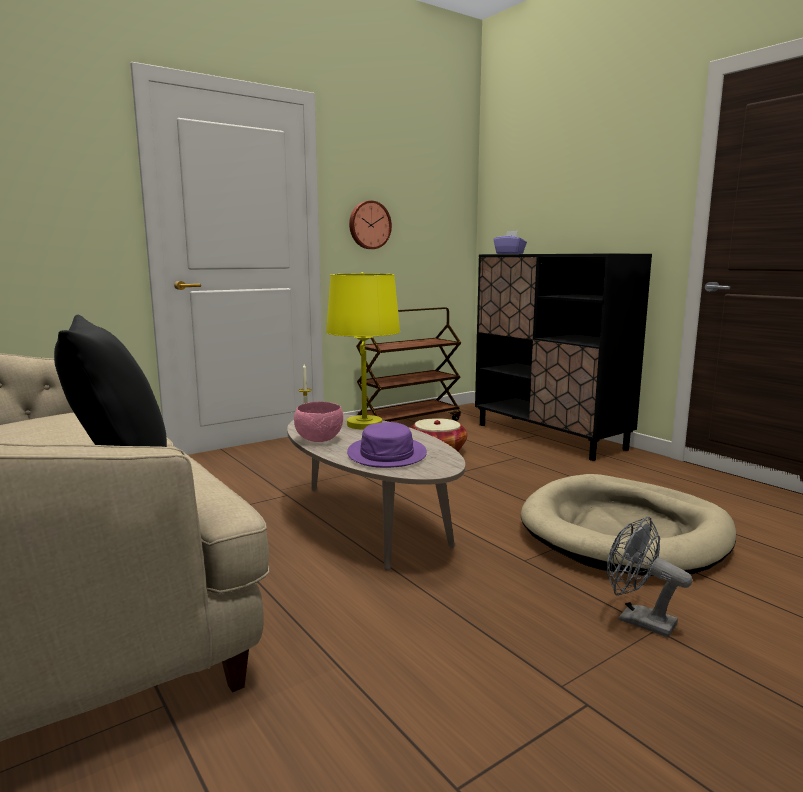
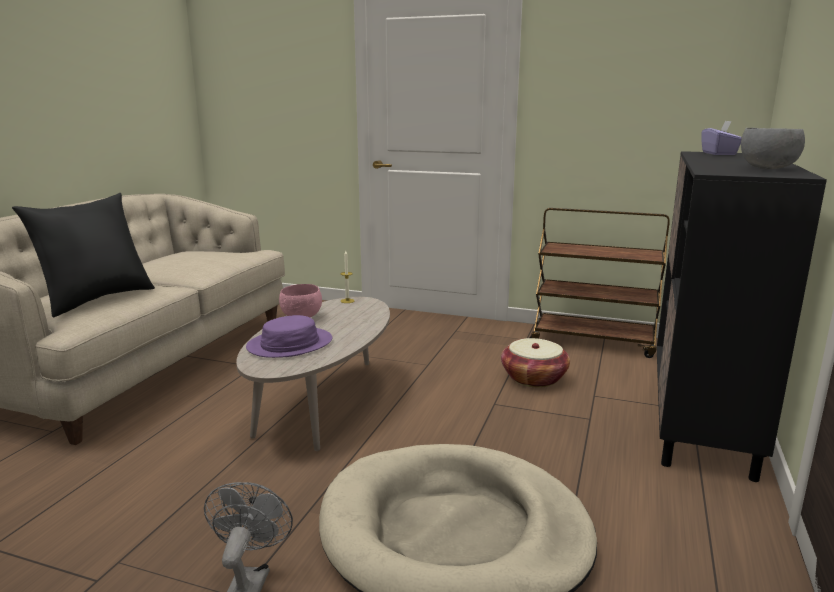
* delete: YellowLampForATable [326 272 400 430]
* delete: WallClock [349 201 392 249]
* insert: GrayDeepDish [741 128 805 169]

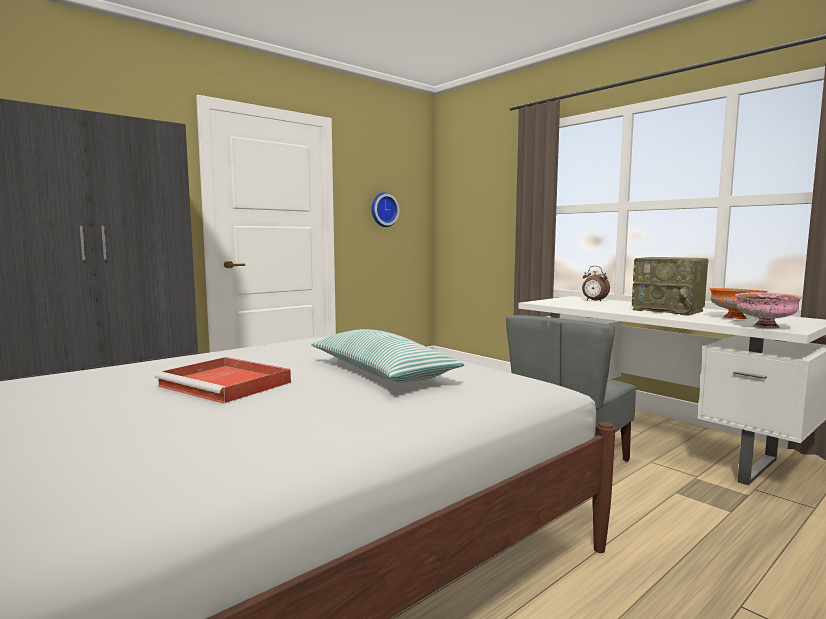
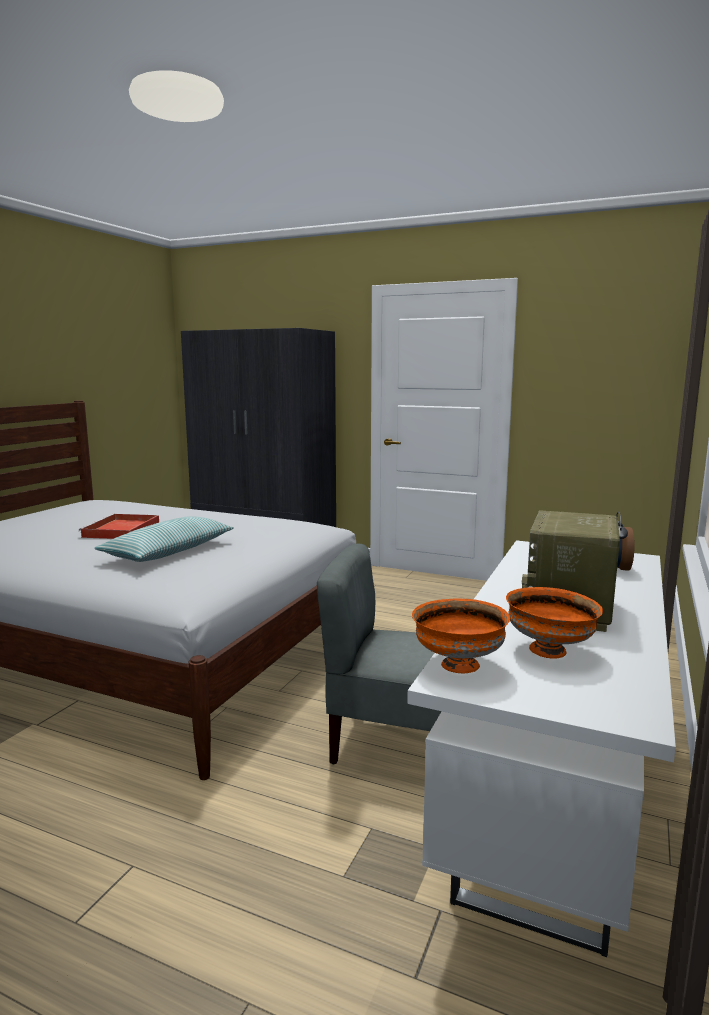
* delete: WallClock [371 192 400 227]
* recolor: PinkDeepDish [735 292 803 328] to OrangeyDeepDish [412 598 510 673]

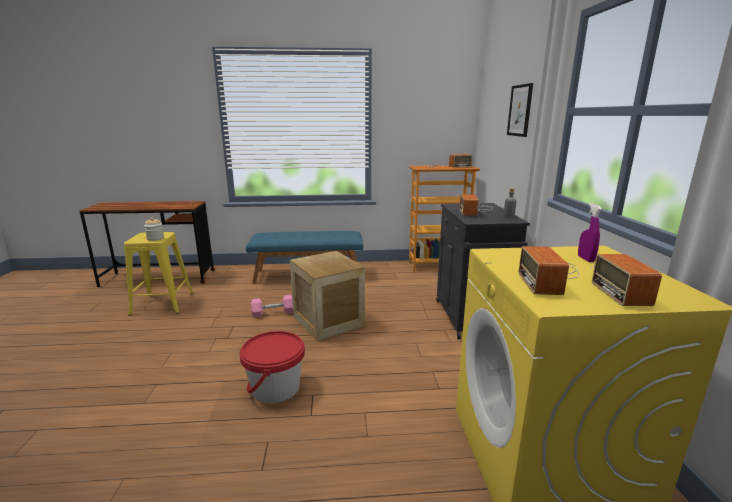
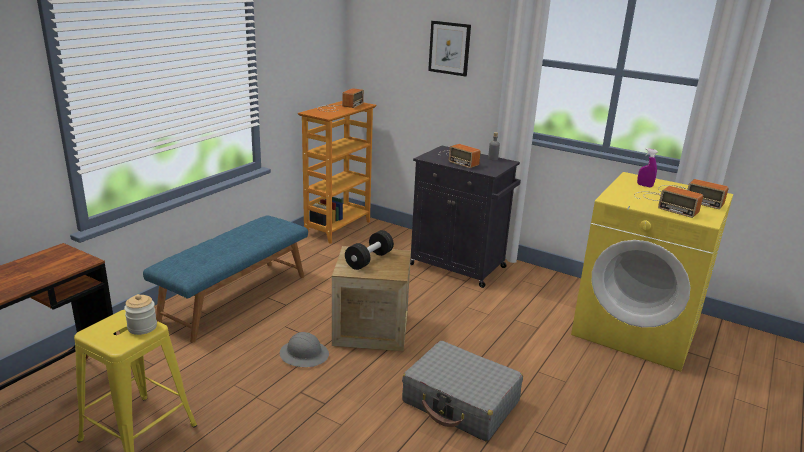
* insert: BlackFreeWeight [345 230 394 270]
* replace: ReddishBucket [240 331 305 403] to GraySuitcase [402 341 523 441]
* replace: PinkFreeWeight [251 295 293 317] to GrayHardHat [280 332 329 367]

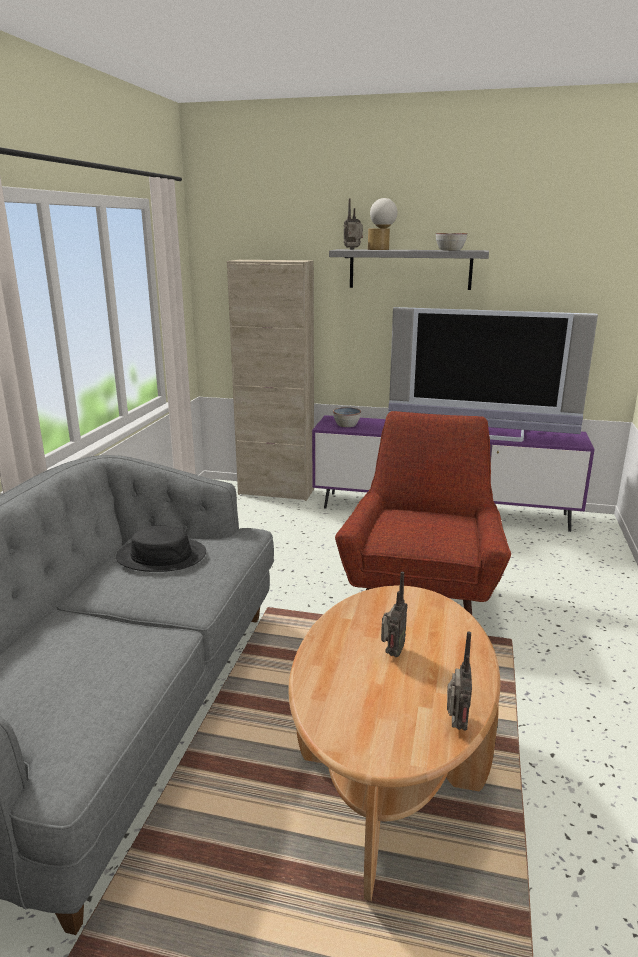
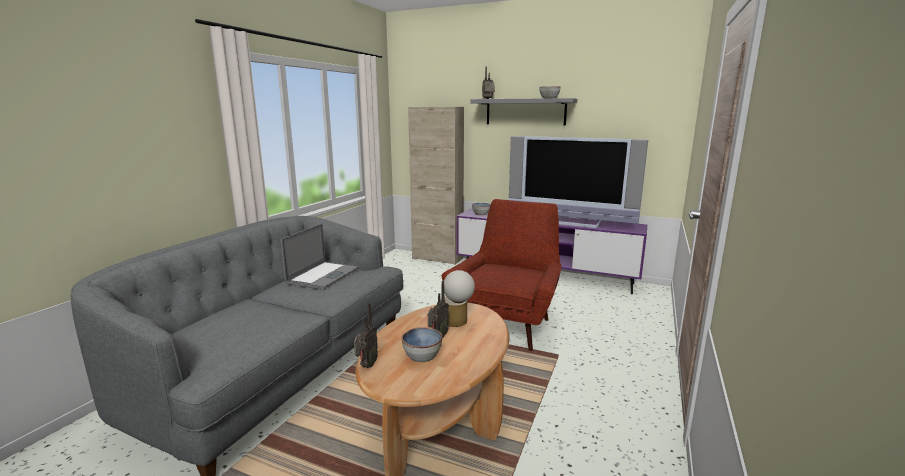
* insert: DeepDish [401 327 443 362]
* move: LampForATable [368 198 397 250] to [444 270 475 327]
* move: Radio [447 631 472 731] to [354 302 378 368]
* replace: BlackClothingHat [116 526 206 572] to Laptop [281 223 360 290]

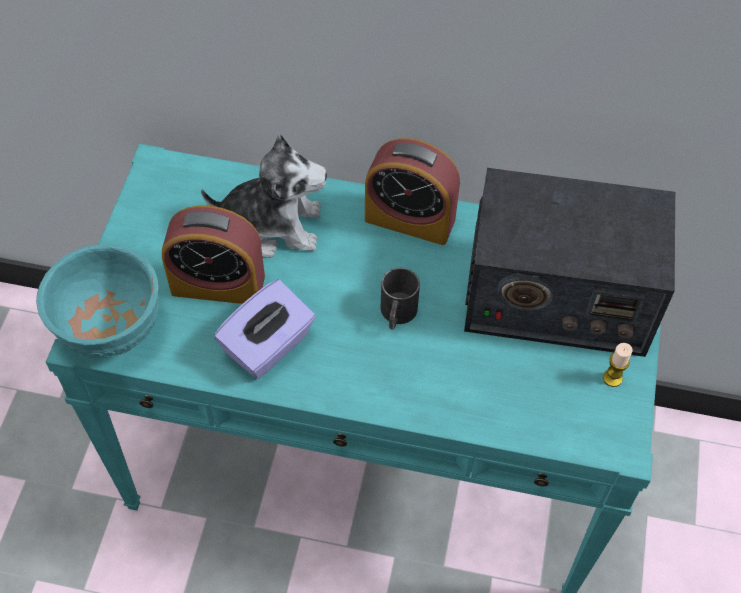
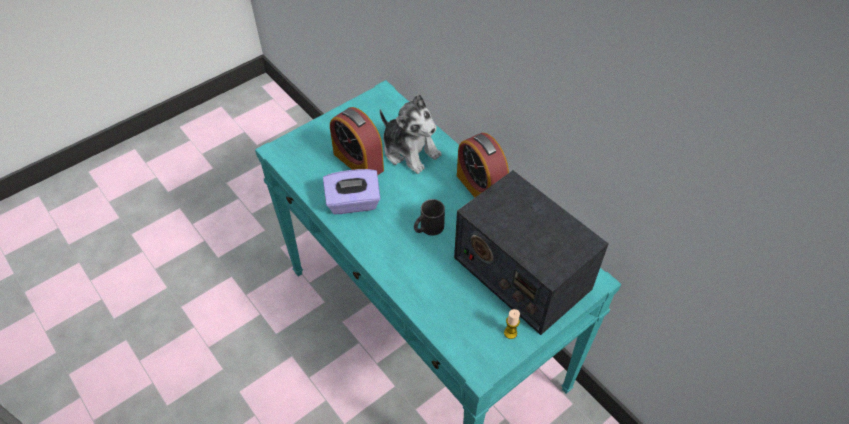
* delete: BlueGreenDeepDish [36 244 159 358]

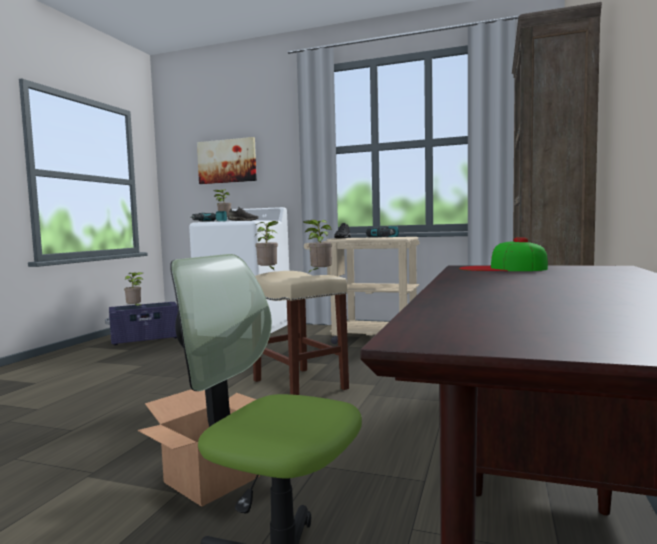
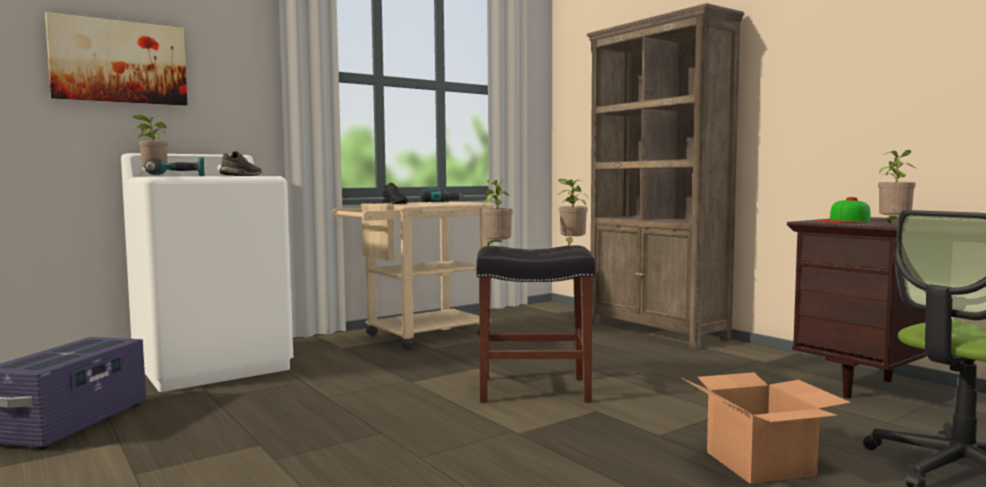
* move: Houseplant [124 272 144 306] to [878 150 916 224]
* recolor: BeigeSittingStool [253 271 349 395] to BlackSittingStool [476 245 595 403]

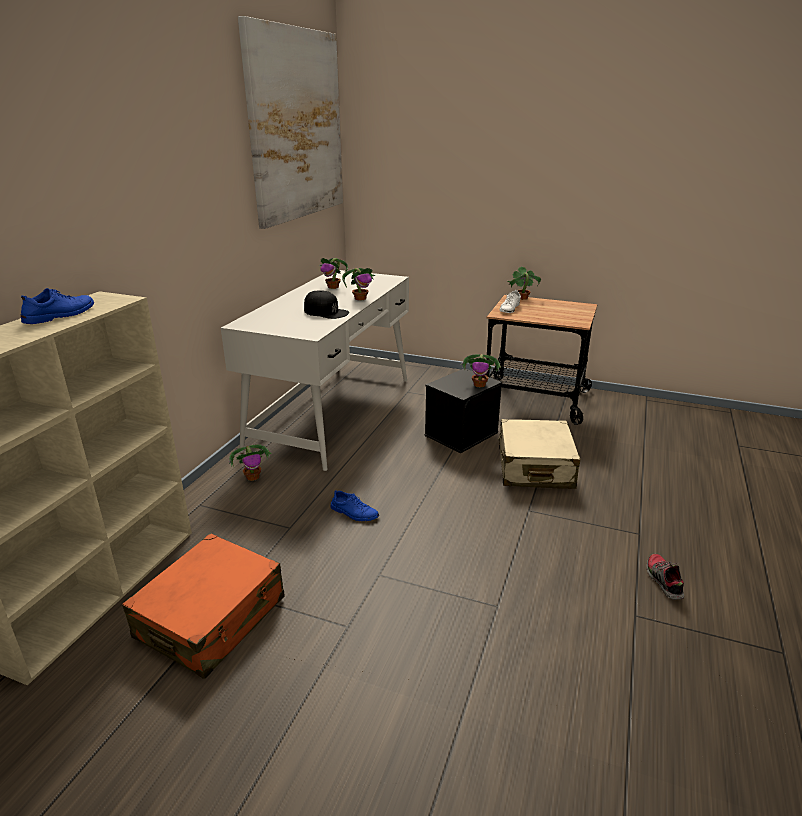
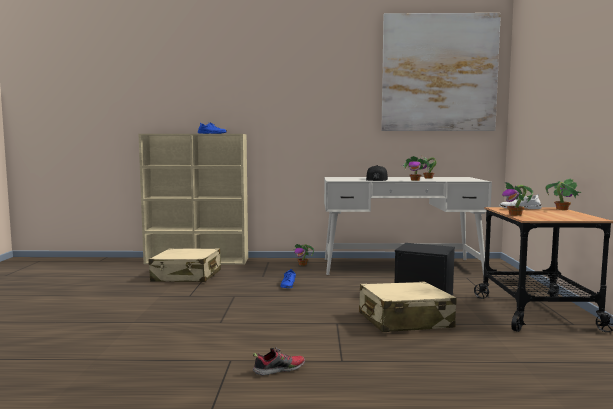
* move: Houseplant [461 354 501 387] to [502 182 533 216]
* recolor: OrangeySuitcase [122 533 285 679] to BeigeSuitcase [148 248 221 282]

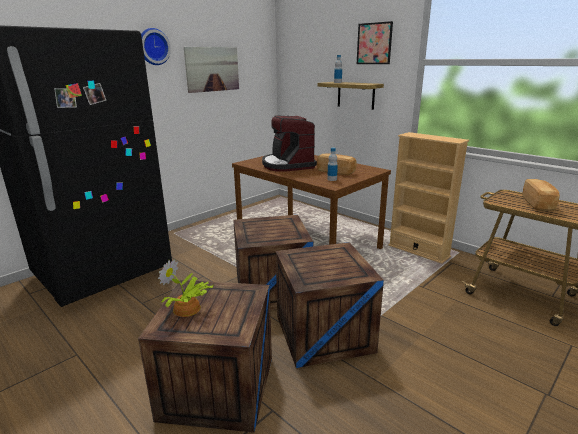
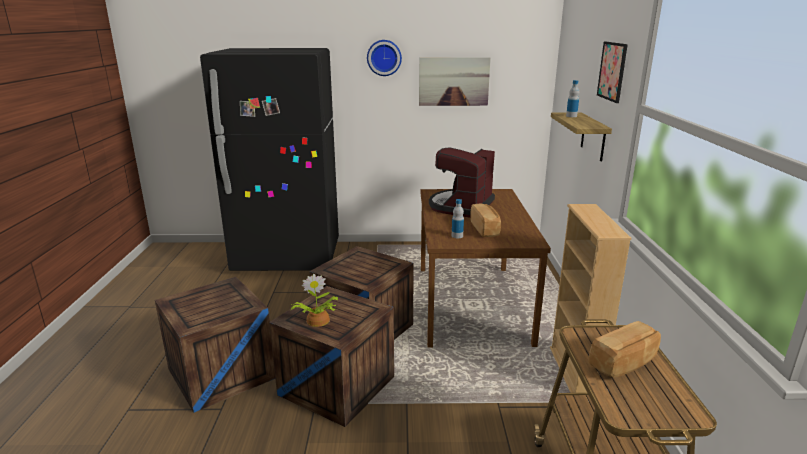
* move: Houseplant [158 260 213 317] to [291 274 338 327]

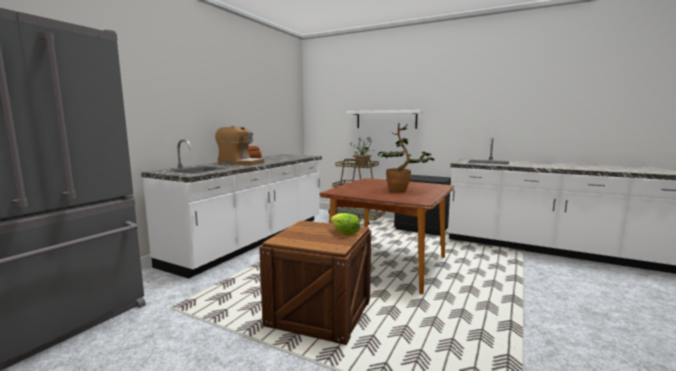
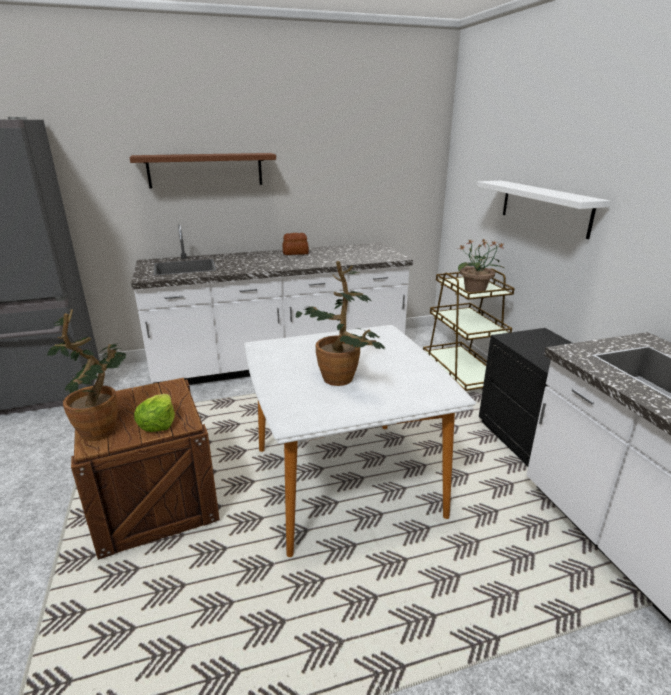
* delete: CoffeeMaker [215 126 264 166]
* insert: Houseplant [47 309 126 441]
* insert: BrownWallShelf [130 153 276 189]
* recolor: BrownDiningTable [319 178 454 294] to WhitishDiningTable [244 325 476 557]

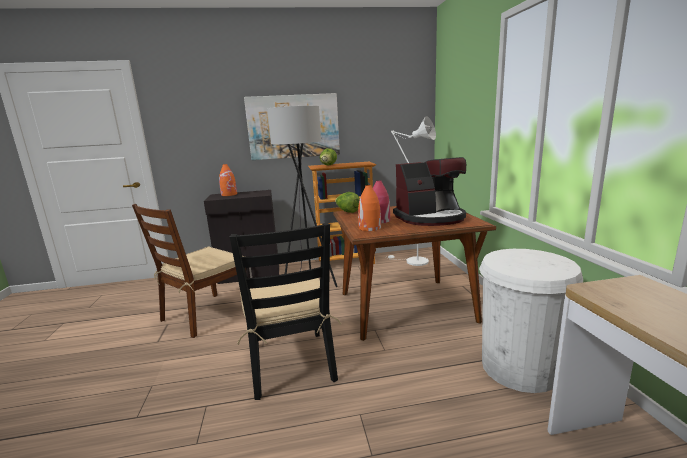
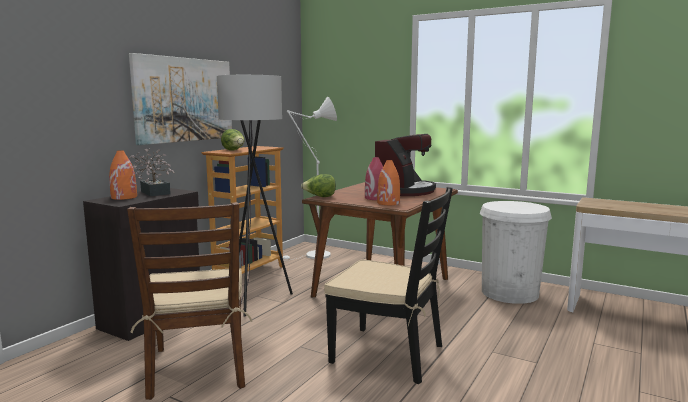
* insert: Houseplant [130 148 175 196]

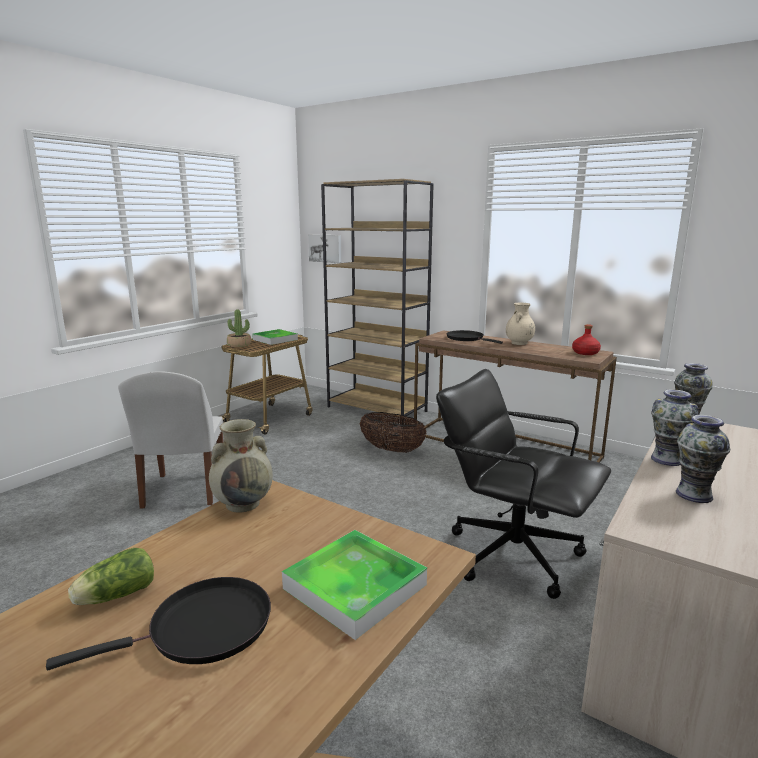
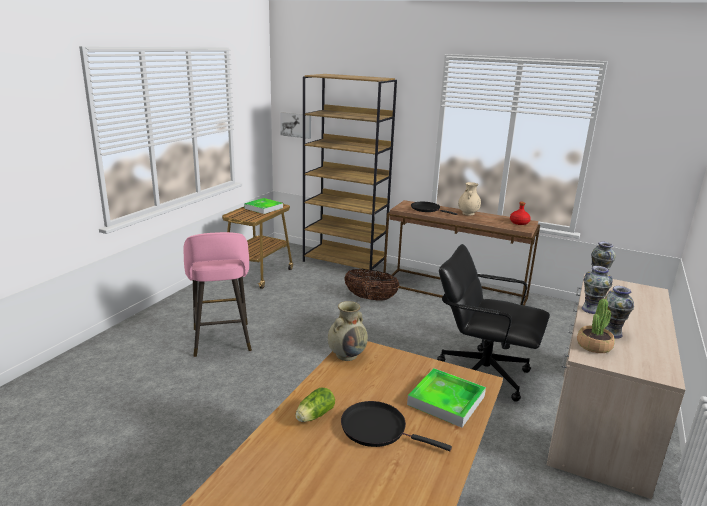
* move: Houseplant [227 309 251 347] to [577 299 615 353]
* replace: WhitishChair [118 371 224 509] to PinkSittingStool [183 232 252 357]
* rotate: BlackSkillet [46 577 271 670] = [341 401 452 451] 120 degrees counterclockwise

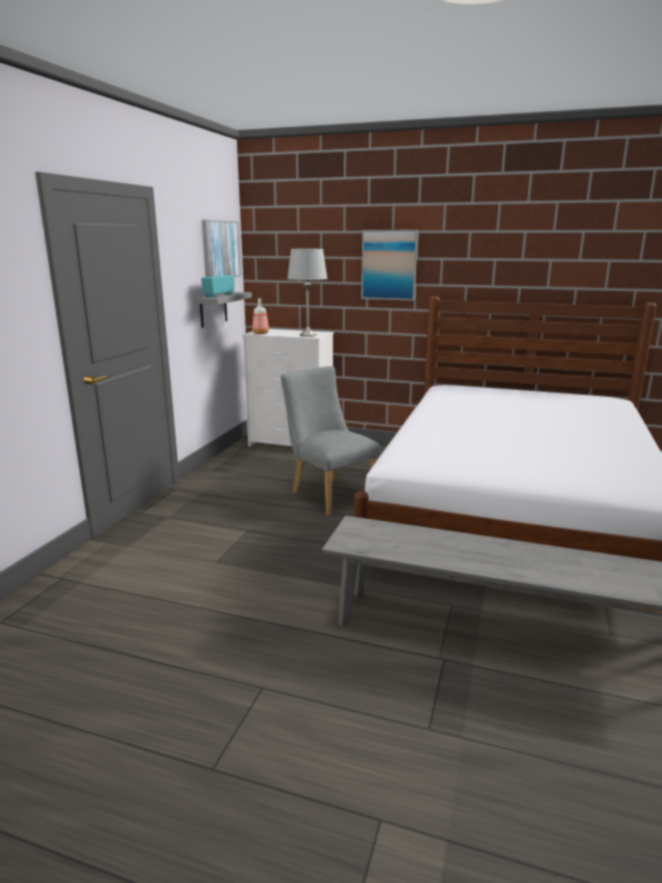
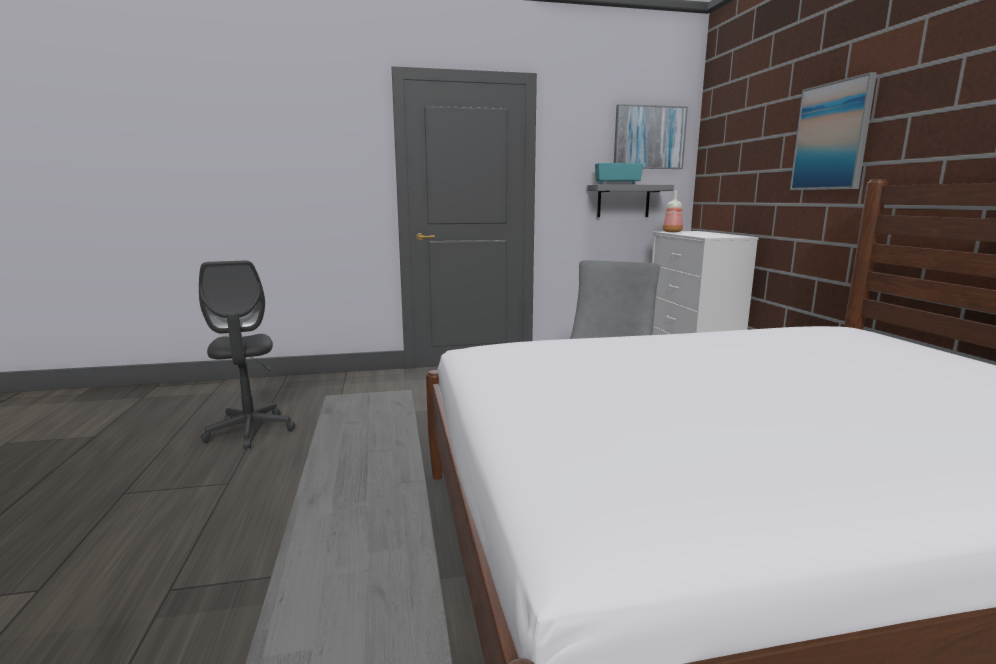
* delete: GrayLampForATable [287 249 328 337]
* insert: GrayDeskChair [199 261 295 449]

